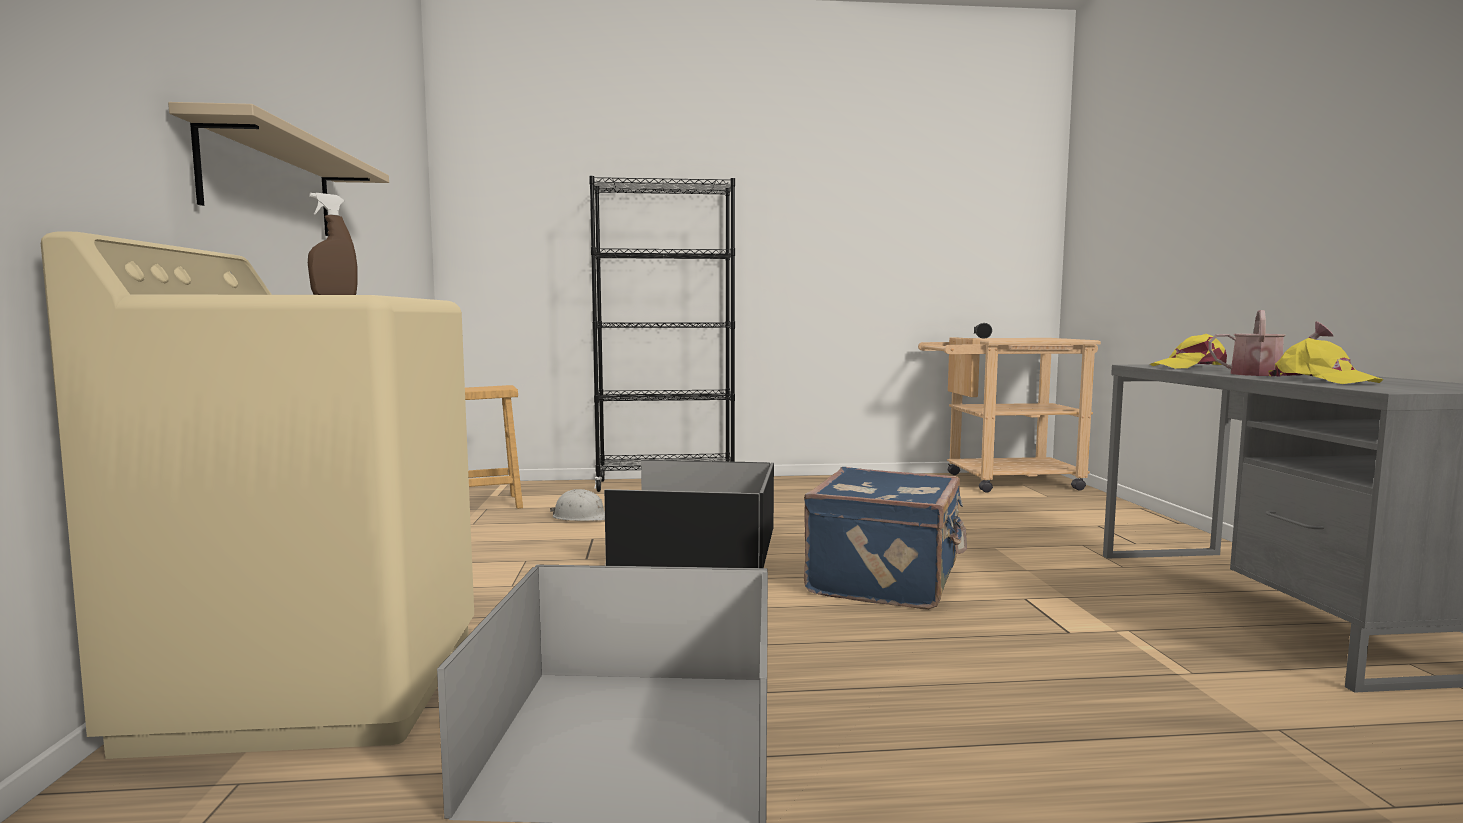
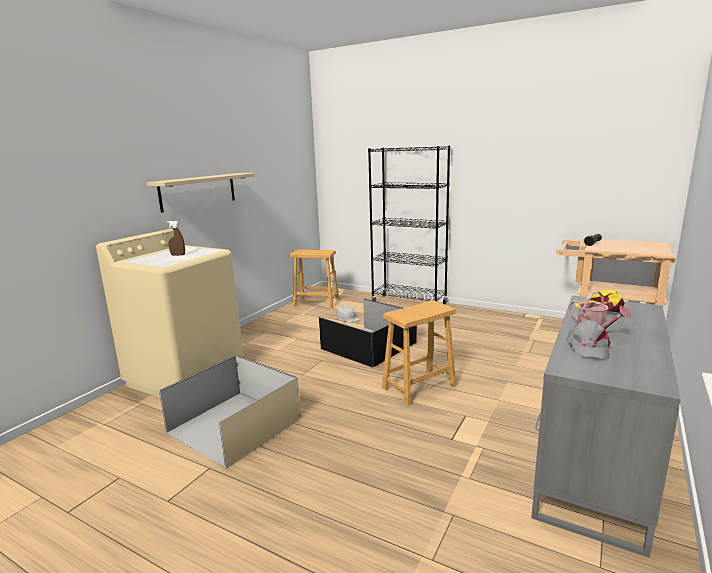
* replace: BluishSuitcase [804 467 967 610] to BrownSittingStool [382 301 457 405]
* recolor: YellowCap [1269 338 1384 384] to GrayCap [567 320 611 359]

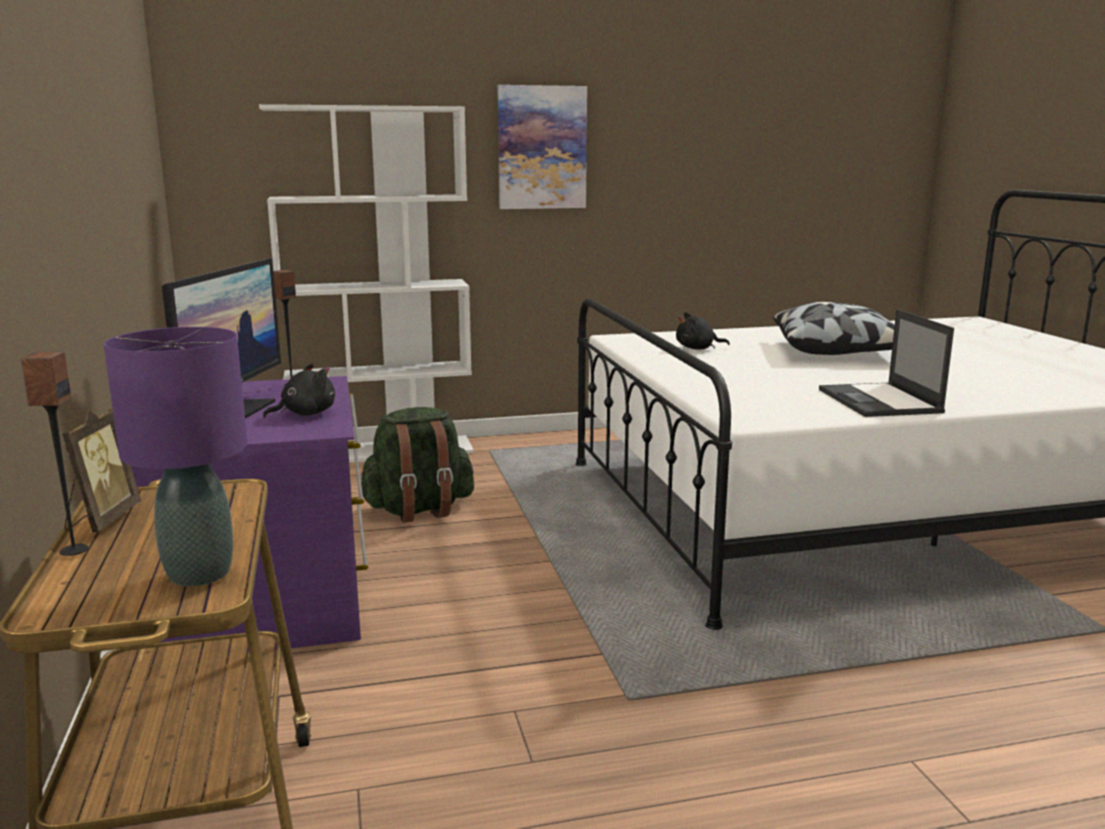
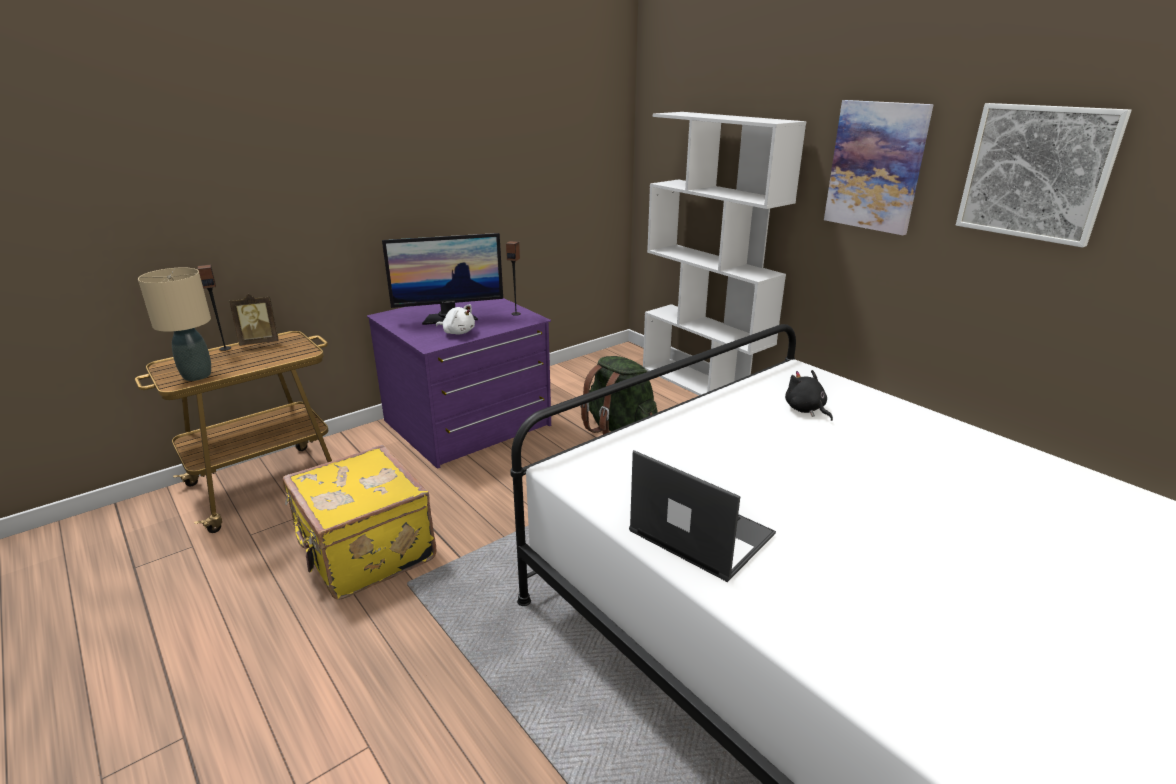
* delete: ThrowPillow [773 302 895 355]
* insert: YellowSuitcase [283 445 437 600]
* insert: WallPicture [956 103 1132 248]
* recolor: PurplishLampForATable [103 327 248 586] to BeigeLampForATable [138 267 211 381]
* recolor: BlackSoftToy [263 363 335 418] to WhitishSoftToy [436 304 475 334]
* rotate: Laptop [819 309 954 417] = [629 450 776 582] 75 degrees clockwise

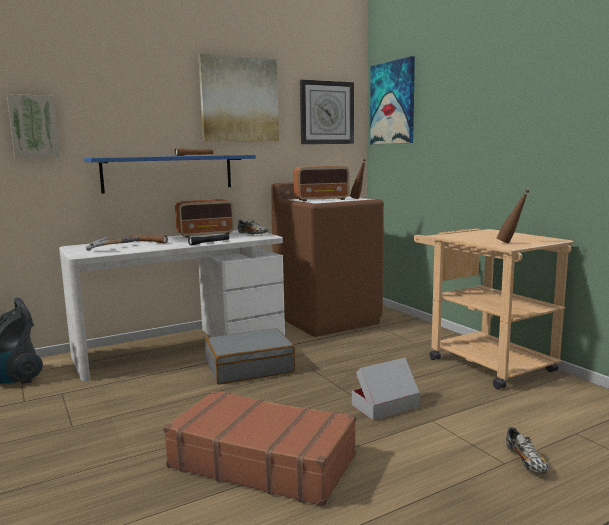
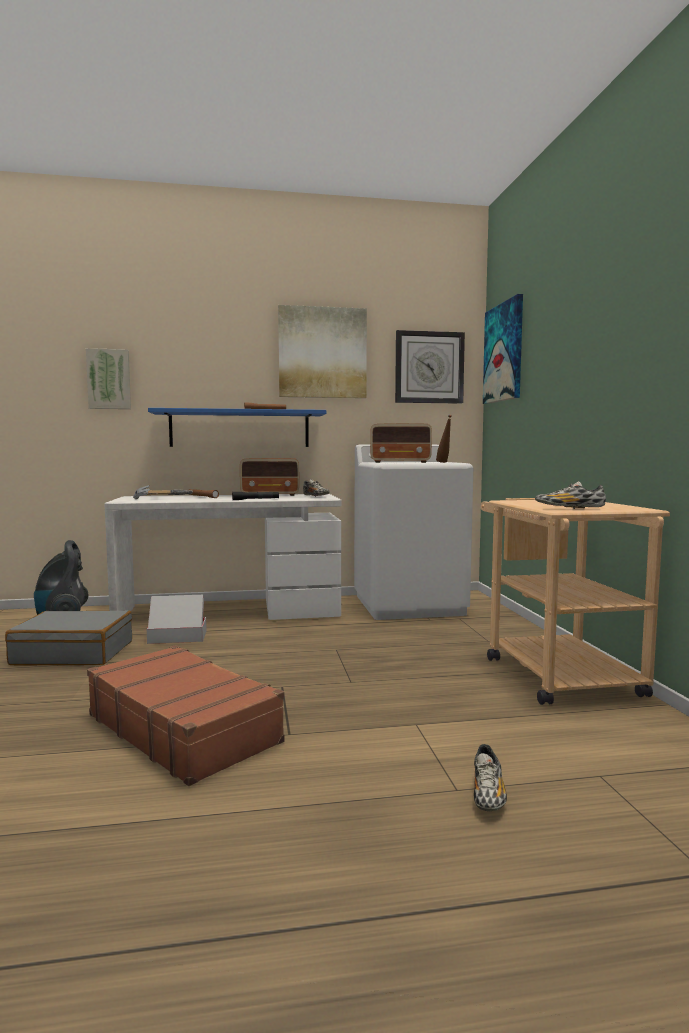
* move: GraySuitcase [205 328 295 385] to [5 610 132 665]
* move: PackingBox [352 358 421 421] to [147 595 207 644]
* replace: BrownDrinkBottle [497 190 529 243] to Shoe [535 481 606 509]
* recolor: BrownLaundryAppliance [271 182 384 337] to WhitishLaundryAppliance [354 444 473 620]

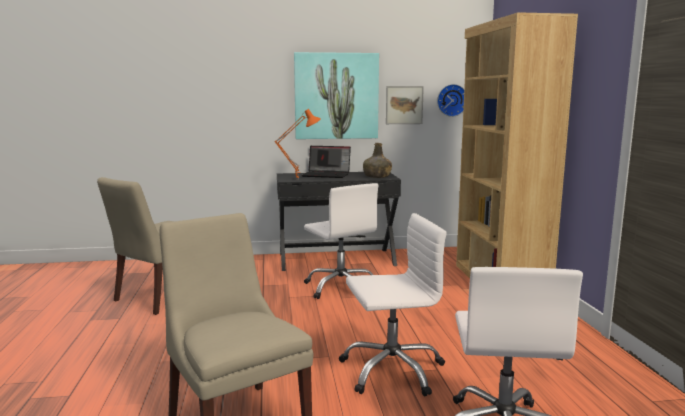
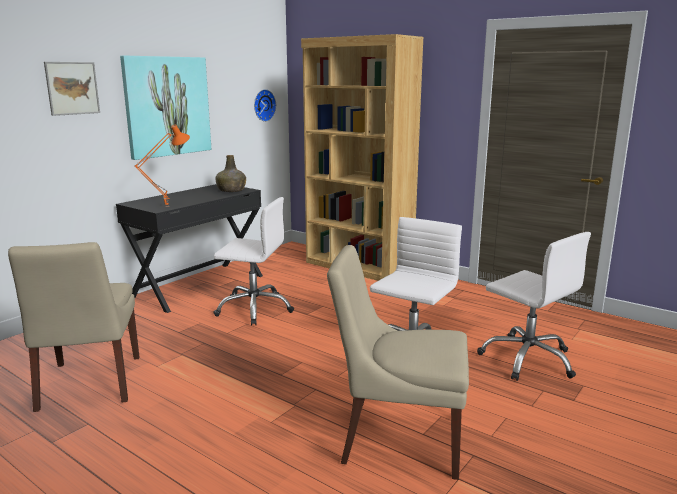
* delete: Laptop [301 146 351 178]
* move: WallPicture [386 86 424 124] to [44 62 100 116]

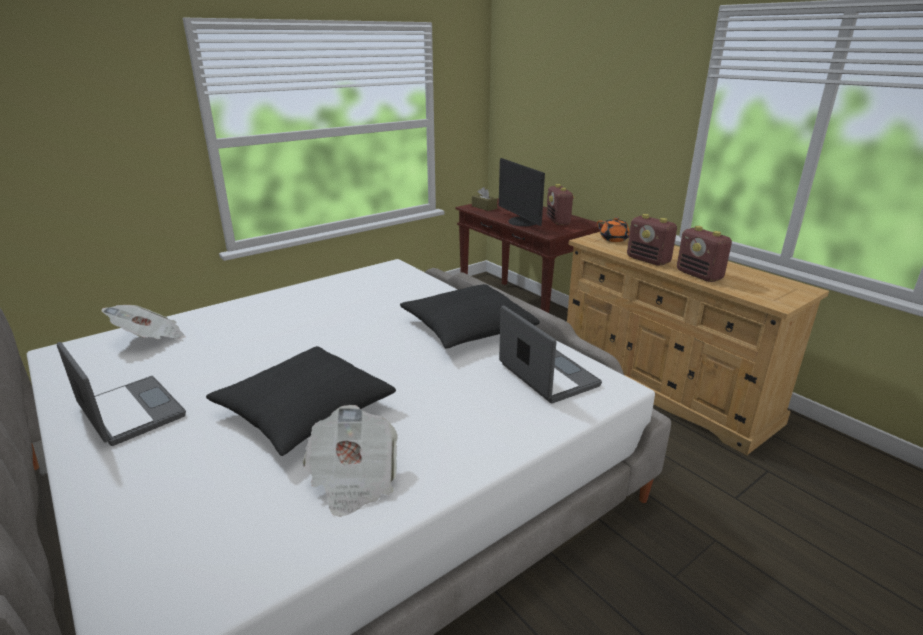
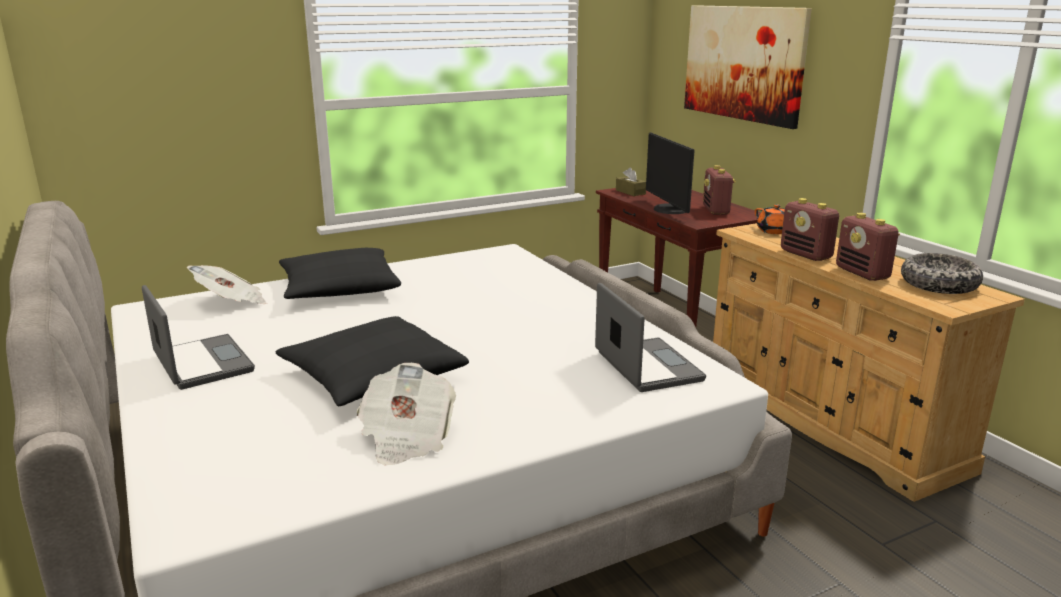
* insert: WallPicture [684 5 812 129]
* insert: DeepDish [901 253 983 294]
* move: BlackThrowPillow [400 284 540 349] to [279 248 401 299]

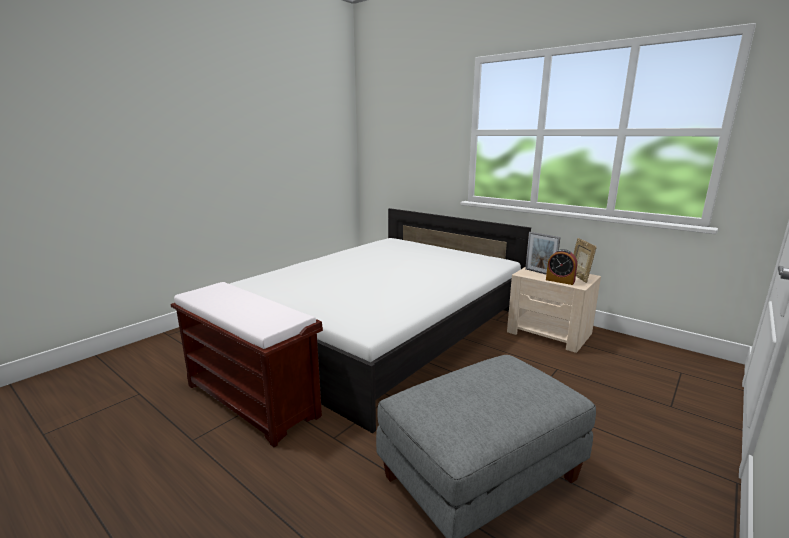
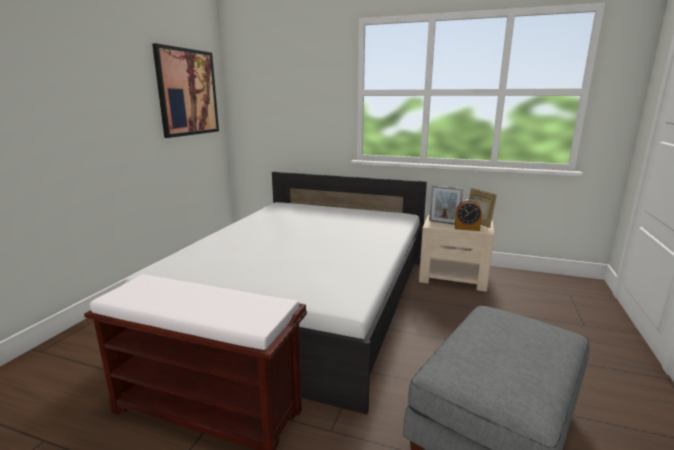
* insert: WallPicture [152 43 219 138]

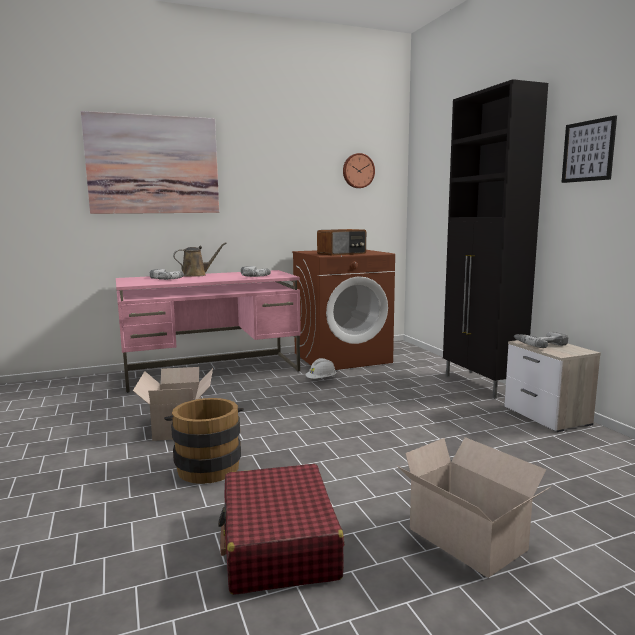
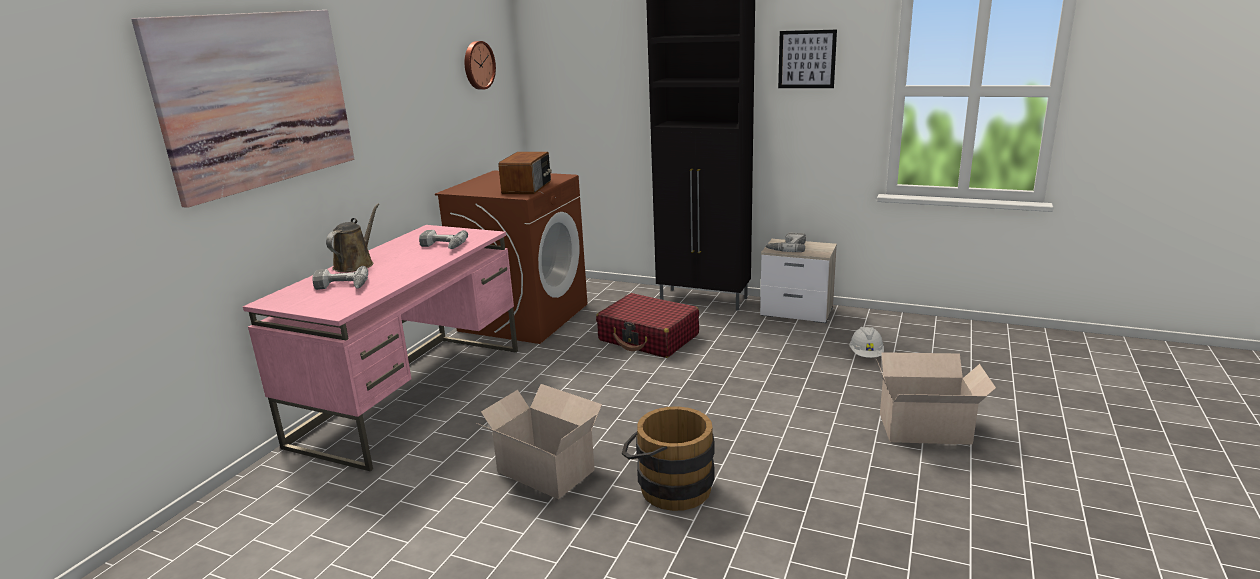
* move: ReddishSuitcase [218 464 344 595] to [596 293 699 358]
* move: WhitishHardHat [305 358 336 379] to [849 327 884 358]

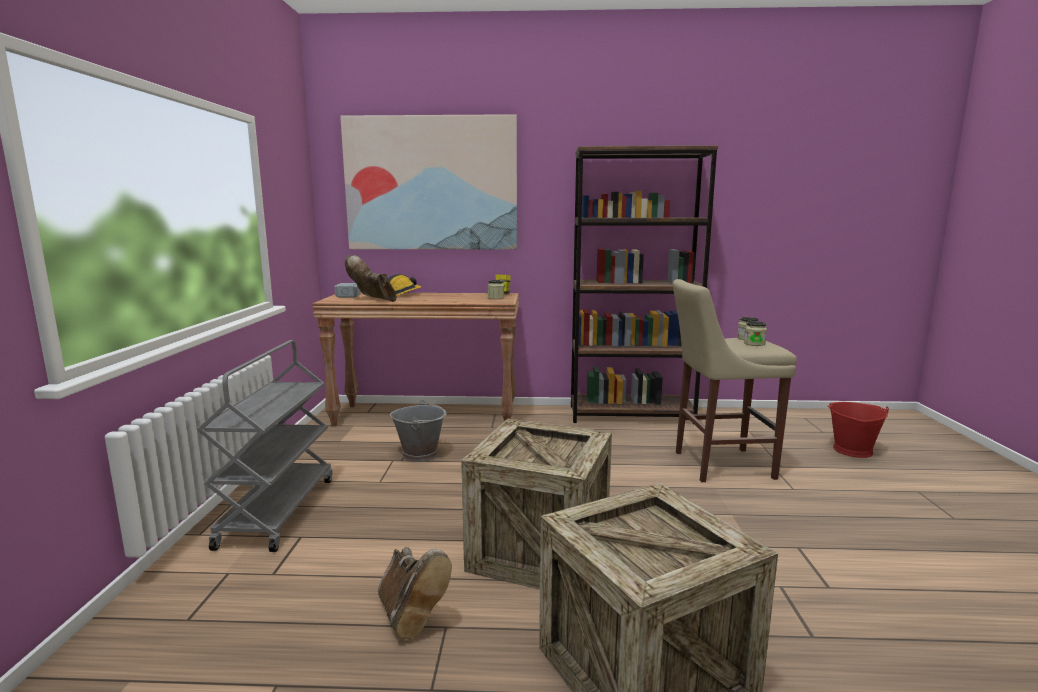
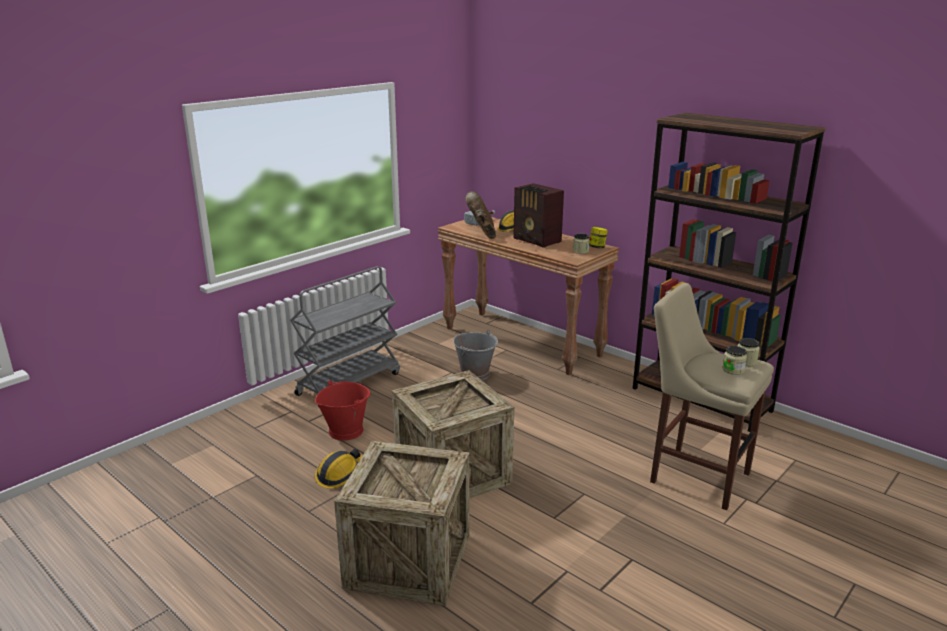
* delete: WallPicture [340 114 517 250]
* insert: Radio [513 183 564 248]
* move: ReddishBucket [828 402 889 458] to [315 380 370 440]
* replace: BrownTallBoot [378 547 452 639] to HardHat [315 448 362 489]

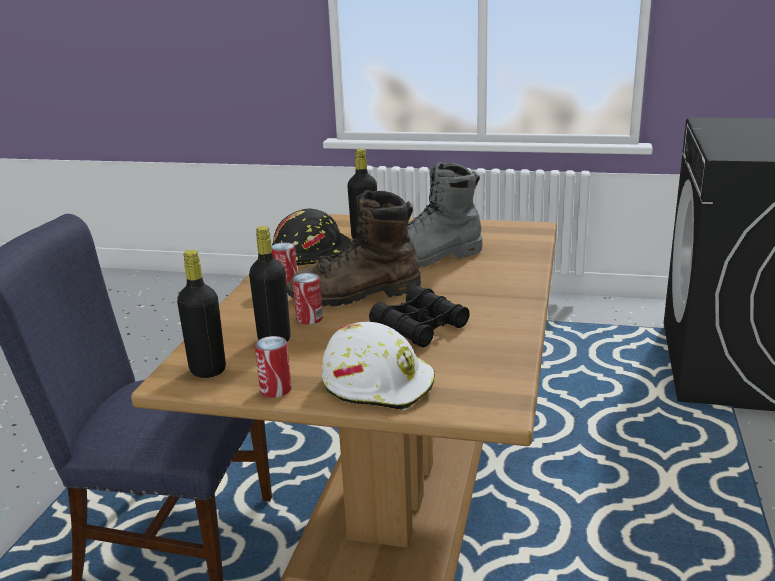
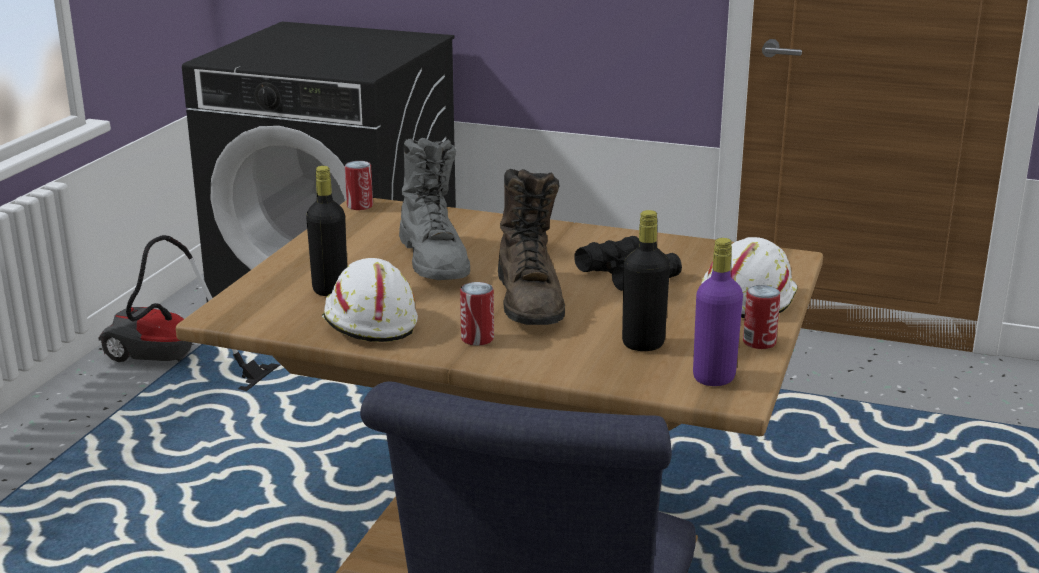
* insert: VacuumCleaner [99 235 280 391]
* move: Can [293 273 323 325] to [345 161 373 210]
* recolor: BlackDrinkBottle [177 250 226 378] to PurplishDrinkBottle [693 238 743 386]
* recolor: BlackHardHat [272 209 352 266] to WhitishHardHat [322 258 418 342]

